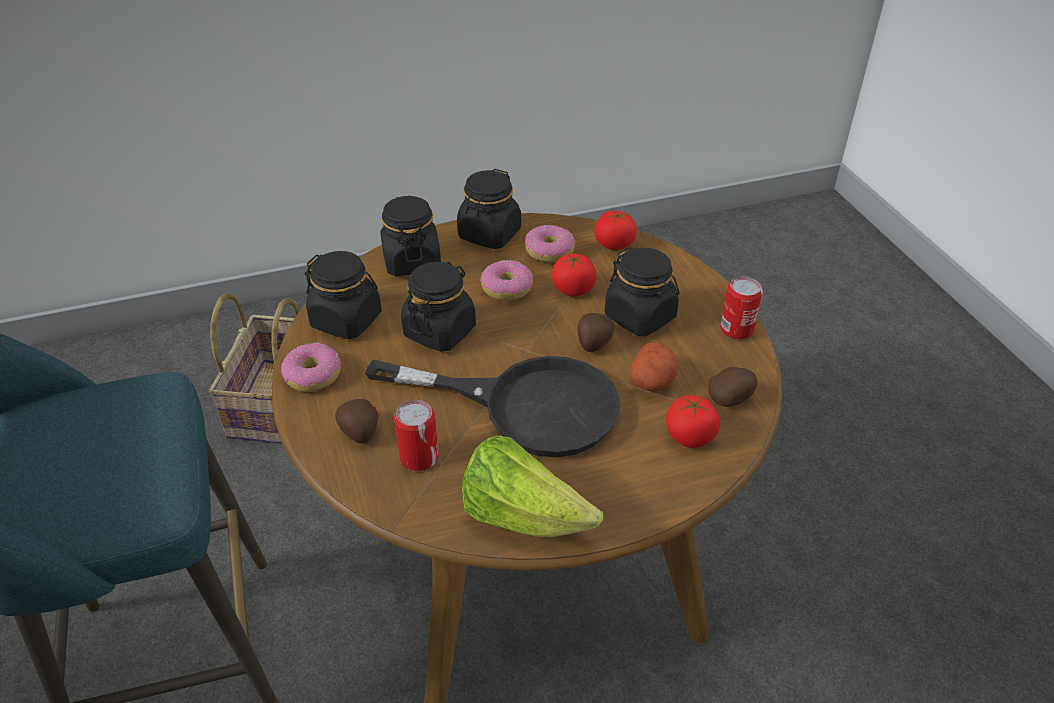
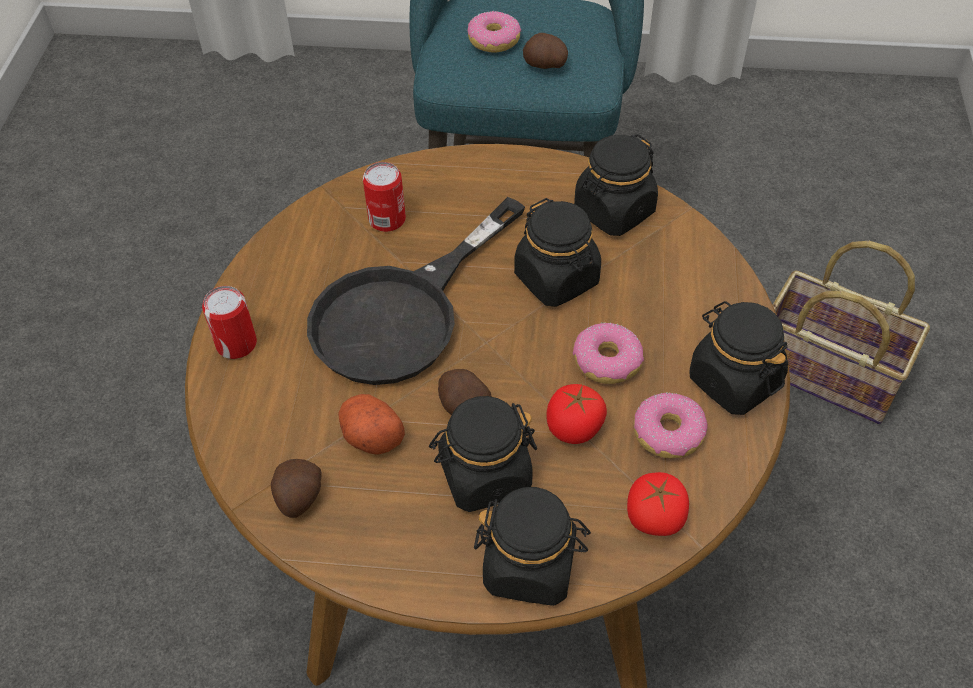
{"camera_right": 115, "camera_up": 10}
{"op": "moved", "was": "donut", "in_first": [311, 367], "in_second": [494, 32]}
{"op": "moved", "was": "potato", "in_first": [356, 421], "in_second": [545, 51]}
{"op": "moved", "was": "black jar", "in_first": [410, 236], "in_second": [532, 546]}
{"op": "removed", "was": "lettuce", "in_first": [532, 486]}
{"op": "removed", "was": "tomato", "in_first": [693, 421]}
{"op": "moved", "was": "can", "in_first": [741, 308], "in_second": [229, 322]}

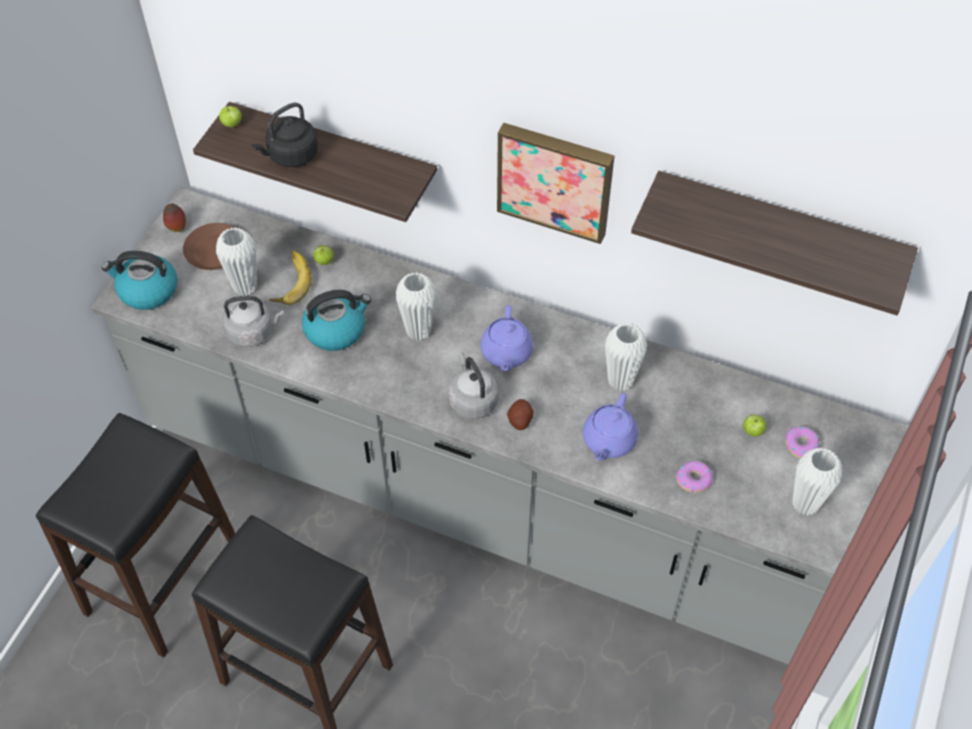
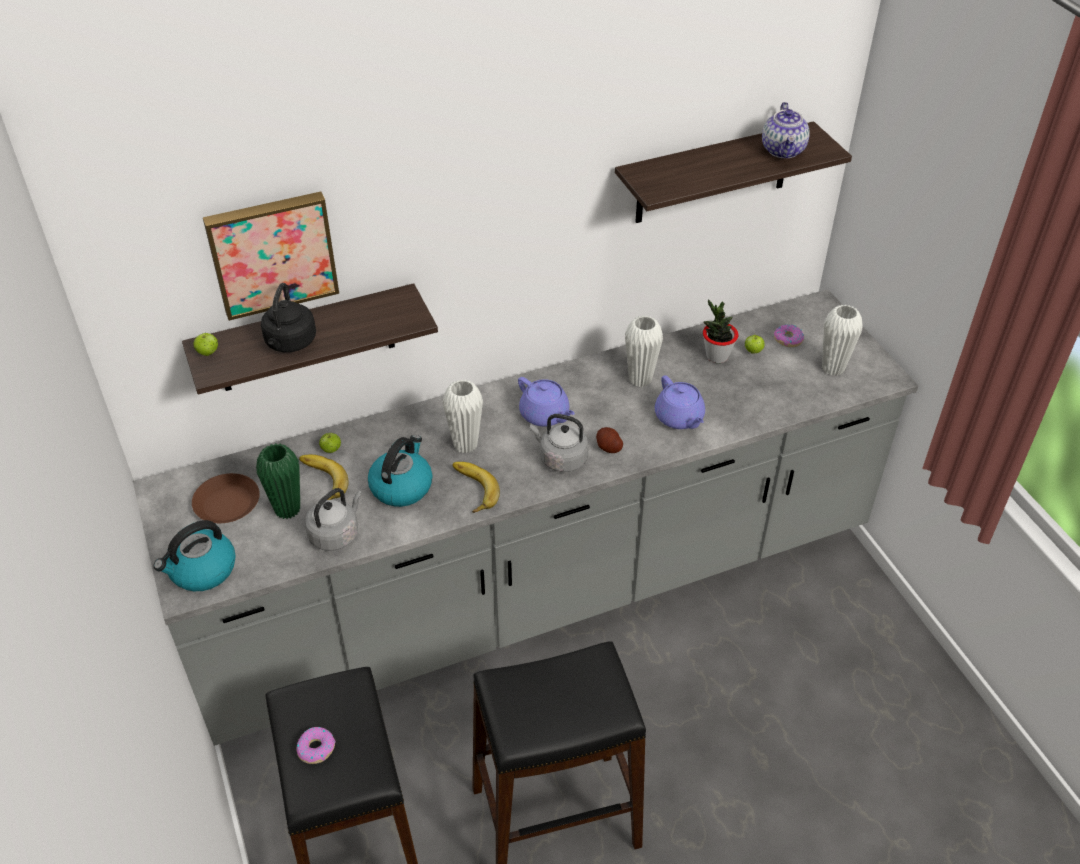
{"camera_right": -45, "camera_up": -10}
{"op": "removed", "was": "apple", "in_first": [174, 217]}
{"op": "recoloured", "was": "white vase", "now": "green vase", "in_first": [236, 261], "in_second": [278, 481]}
{"op": "moved", "was": "picture", "in_first": [556, 183], "in_second": [271, 256]}
{"op": "moved", "was": "donut", "in_first": [694, 477], "in_second": [316, 745]}
{"op": "added", "now": "banana", "in_second": [476, 487]}
{"op": "added", "now": "potted plant", "in_second": [720, 331]}
{"op": "added", "now": "teapot", "in_second": [786, 130]}

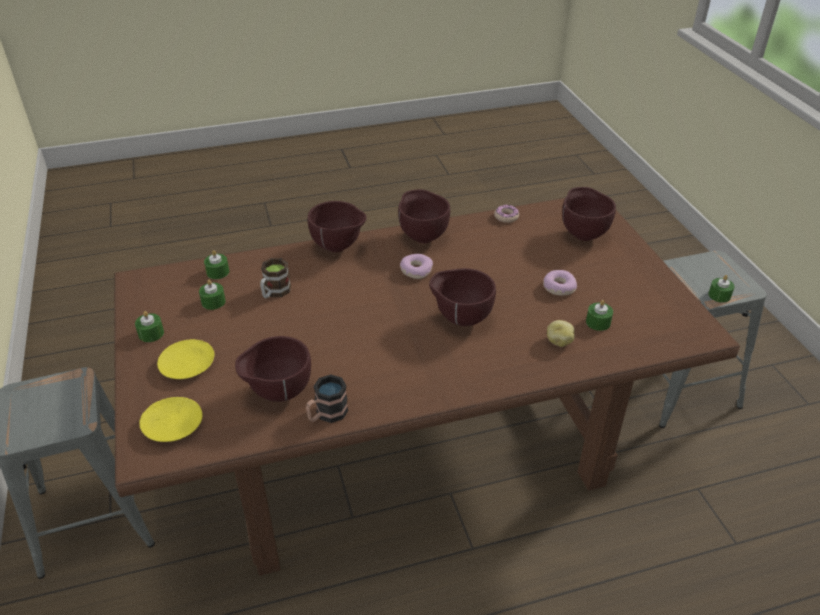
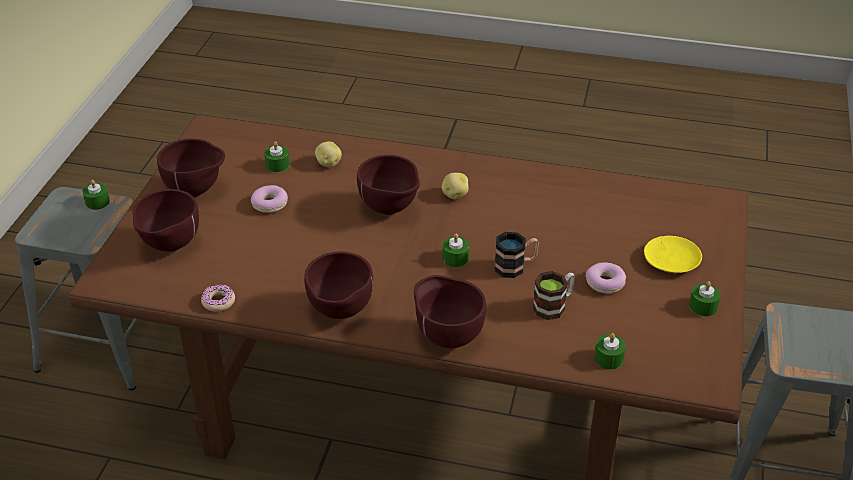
{"camera_right": -150, "camera_up": 0}
{"op": "removed", "was": "yellow plate", "in_first": [171, 419]}
{"op": "moved", "was": "green candle", "in_first": [212, 295], "in_second": [455, 250]}
{"op": "moved", "was": "brown bowl", "in_first": [273, 369], "in_second": [191, 167]}
{"op": "moved", "was": "mug", "in_first": [327, 398], "in_second": [516, 255]}
{"op": "moved", "was": "donut", "in_first": [416, 266], "in_second": [605, 278]}
{"op": "added", "now": "potato", "in_second": [455, 186]}

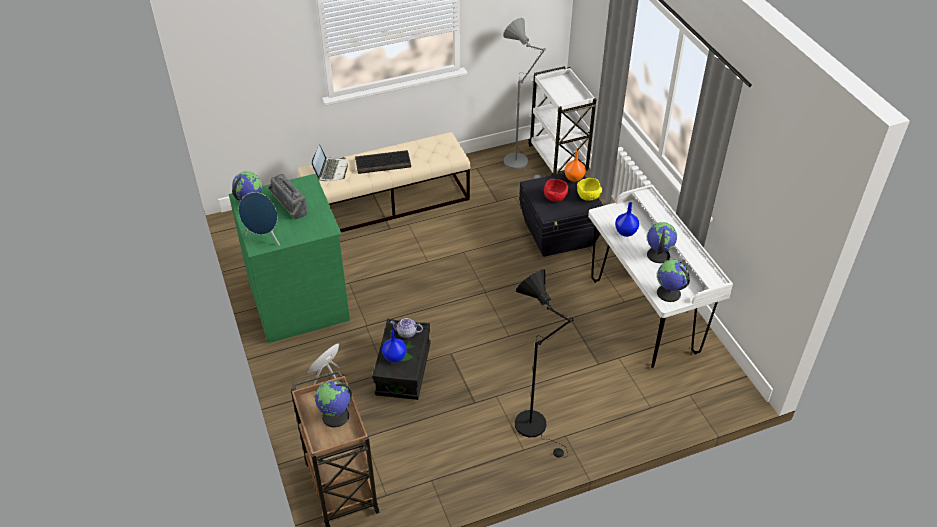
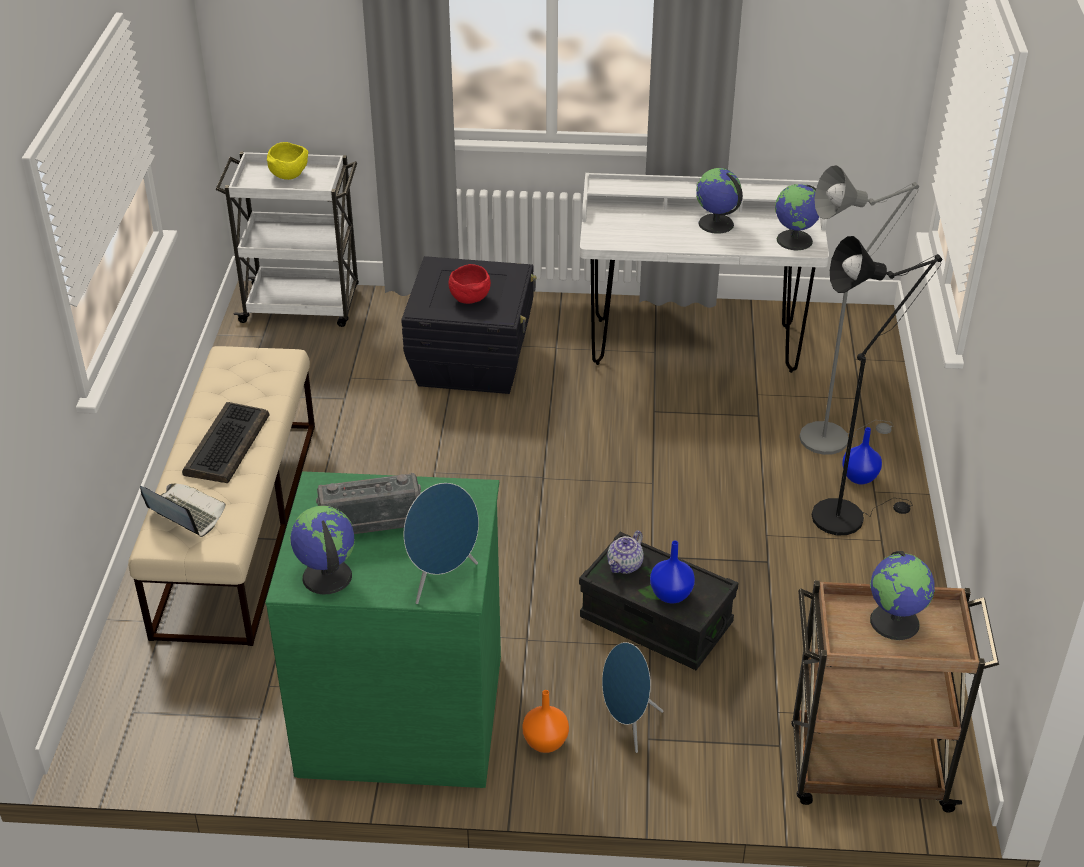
{"camera_right": -65, "camera_up": -5}
{"op": "moved", "was": "grey floor lamp", "in_first": [524, 98], "in_second": [859, 310]}
{"op": "moved", "was": "orange vase", "in_first": [575, 166], "in_second": [545, 721]}
{"op": "moved", "was": "yellow bowl", "in_first": [589, 189], "in_second": [287, 161]}
{"op": "moved", "was": "blue vase", "in_first": [627, 219], "in_second": [862, 455]}

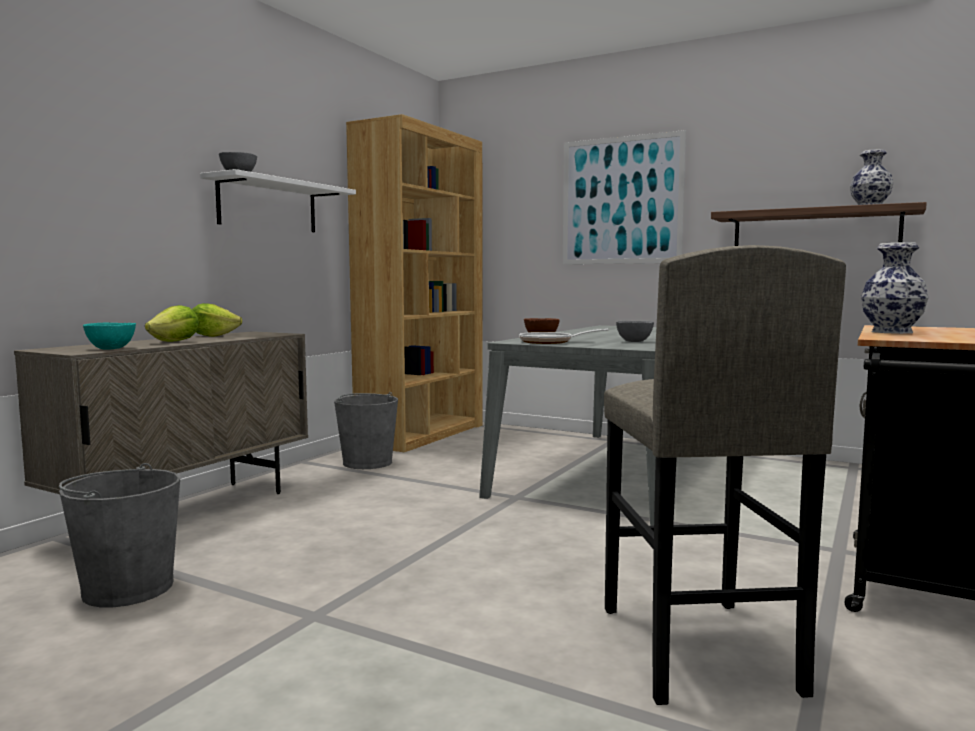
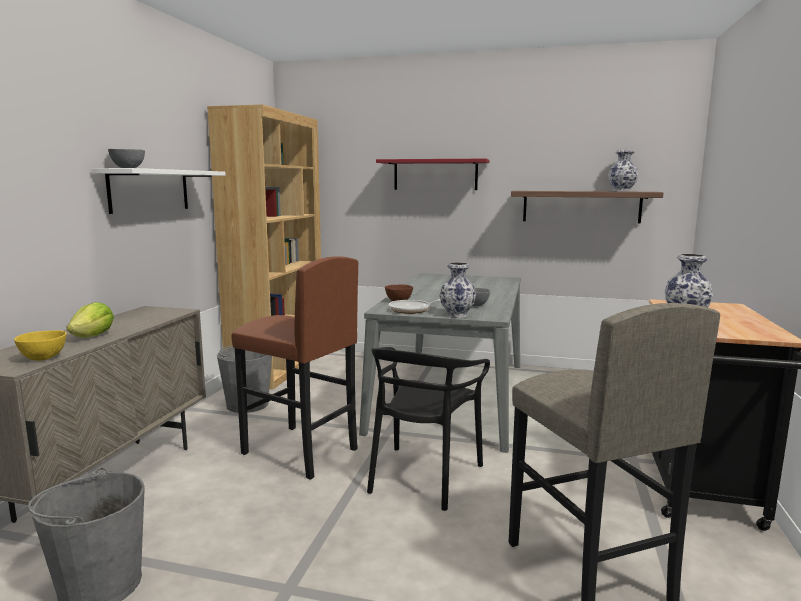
{"camera_right": -15, "camera_up": 5}
{"op": "recoloured", "was": "turquoise bowl", "now": "yellow bowl", "in_first": [109, 336], "in_second": [40, 345]}
{"op": "removed", "was": "lettuce", "in_first": [217, 320]}
{"op": "replaced", "was": "picture", "now": "red shelf", "in_first": [624, 197], "in_second": [433, 174]}
{"op": "added", "now": "brown stool", "in_second": [294, 368]}
{"op": "added", "now": "black chair", "in_second": [428, 429]}
{"op": "added", "now": "vase", "in_second": [458, 290]}

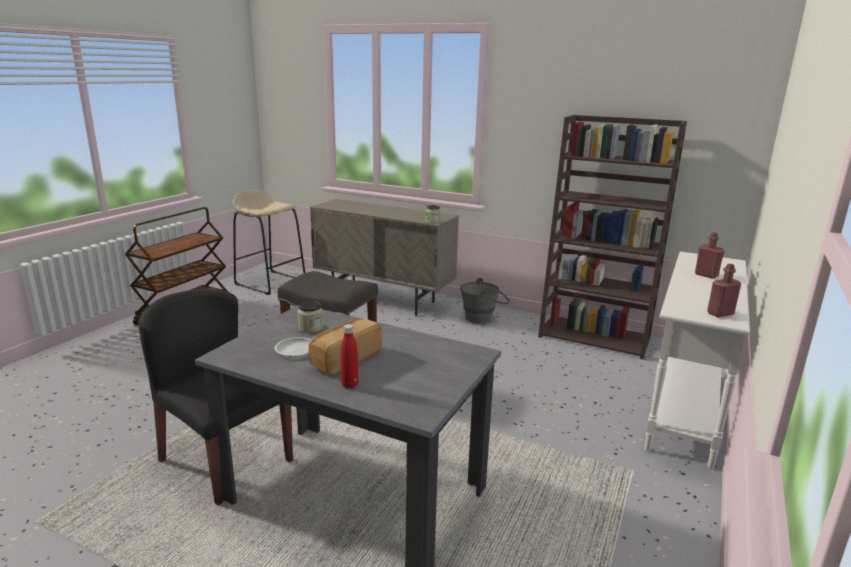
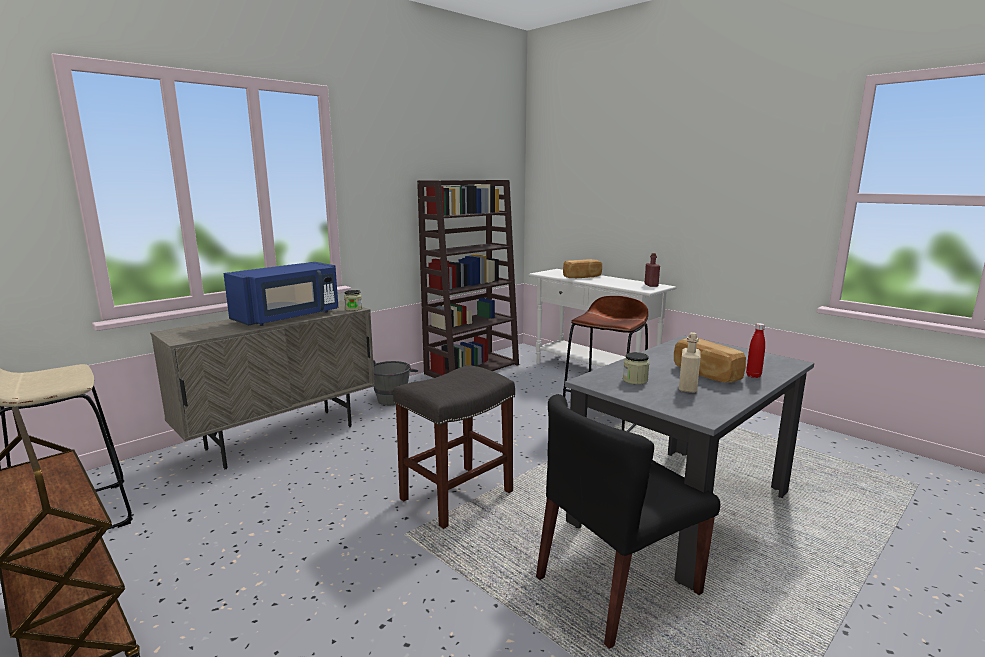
{"camera_right": -70, "camera_up": -5}
{"op": "replaced", "was": "white plate", "now": "beige bottle", "in_first": [292, 347], "in_second": [690, 362]}
{"op": "replaced", "was": "red bottle", "now": "bread", "in_first": [710, 255], "in_second": [582, 268]}
{"op": "added", "now": "blue microwave", "in_second": [281, 294]}
{"op": "added", "now": "brown stool", "in_second": [606, 364]}

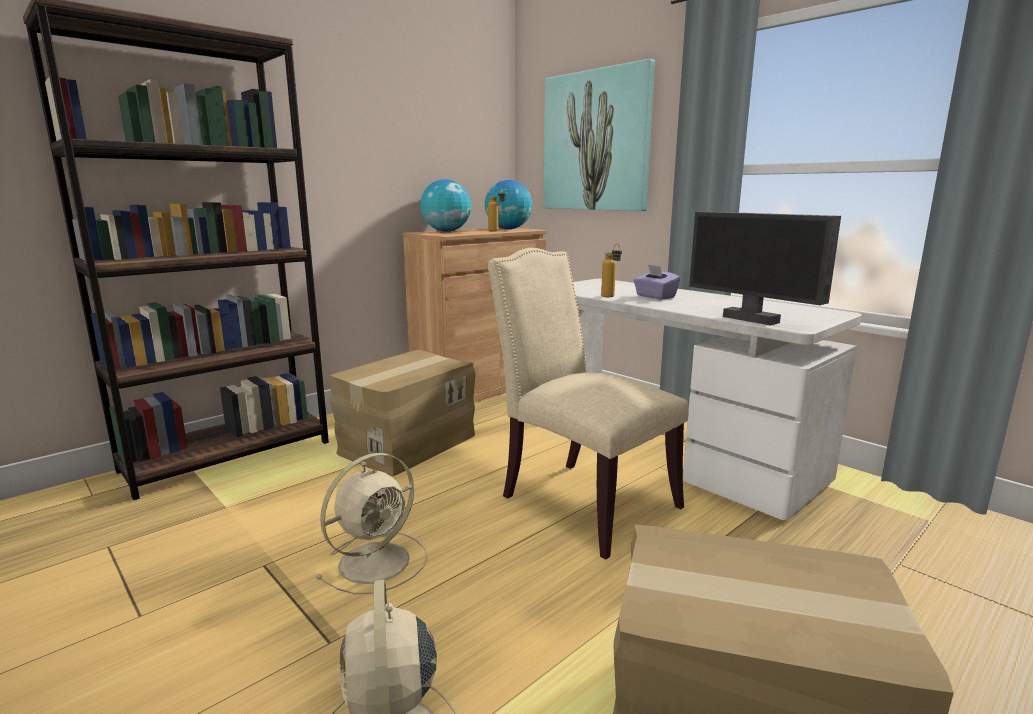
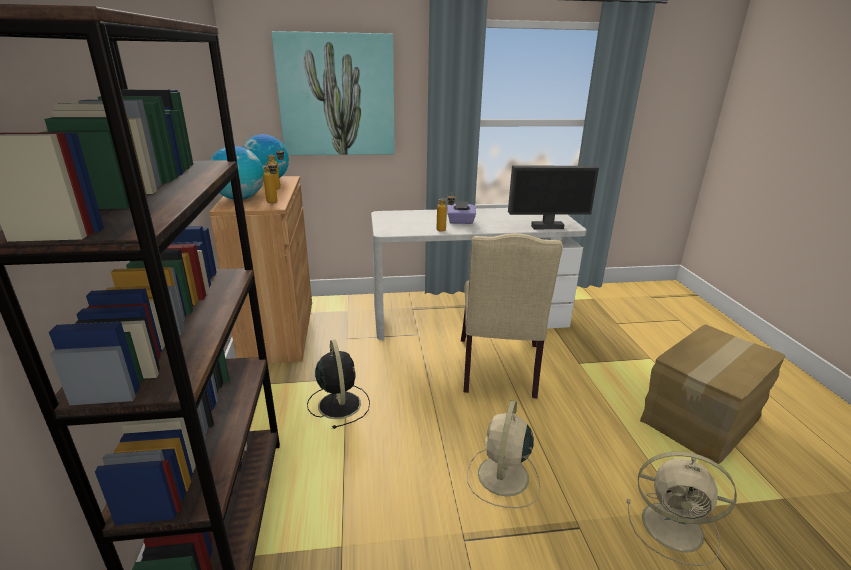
{"camera_right": -55, "camera_up": 10}
{"op": "turned", "was": "beige fan", "in_first": [371, 523], "in_second": [503, 454], "clockwise": -150}
{"op": "replaced", "was": "cardboard box", "now": "black fan", "in_first": [402, 413], "in_second": [338, 384]}
{"op": "turned", "was": "beige chair", "in_first": [588, 404], "in_second": [512, 315], "clockwise": -75}
{"op": "added", "now": "bottle", "in_second": [270, 181]}

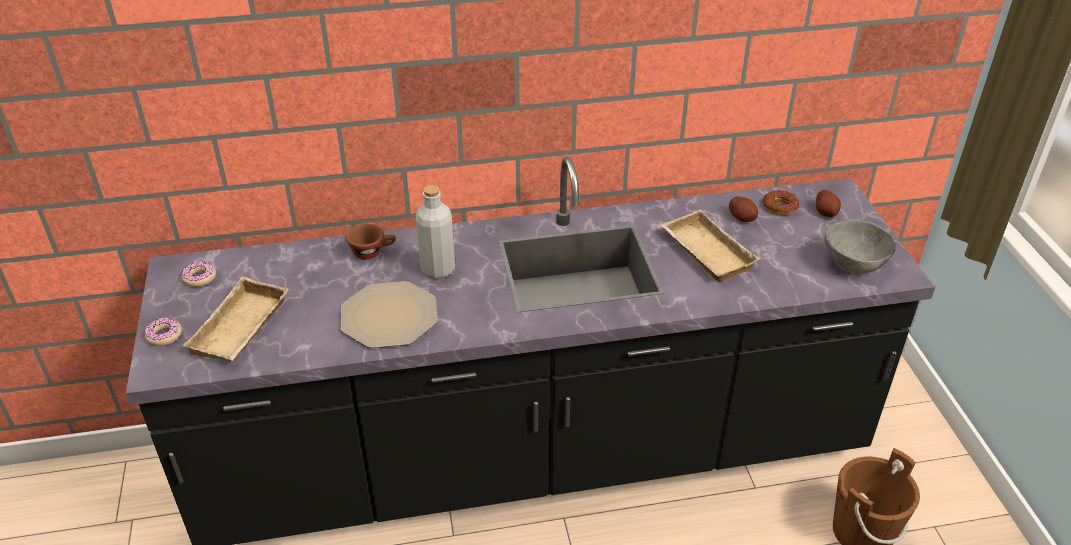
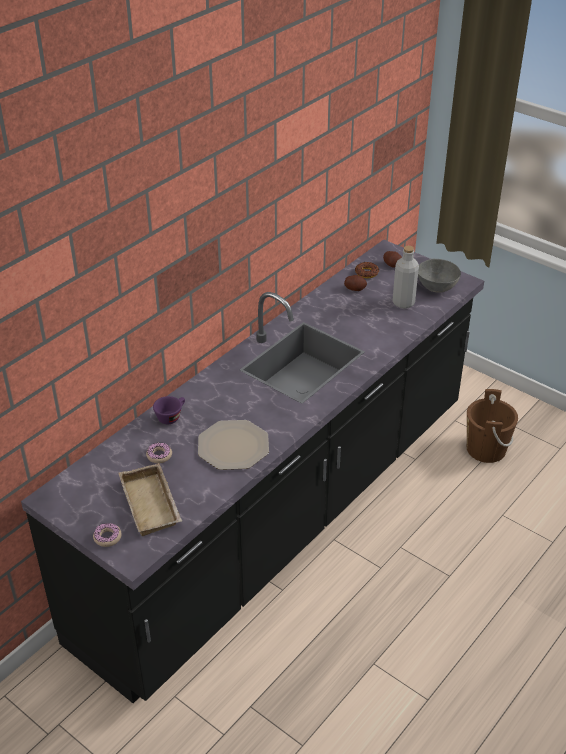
{"camera_right": -40, "camera_up": 0}
{"op": "moved", "was": "donut", "in_first": [199, 274], "in_second": [159, 453]}
{"op": "recoloured", "was": "brown cup", "now": "purple cup", "in_first": [371, 241], "in_second": [169, 410]}
{"op": "moved", "was": "grey bottle", "in_first": [435, 232], "in_second": [405, 277]}
{"op": "removed", "was": "beige tray", "in_first": [710, 245]}

